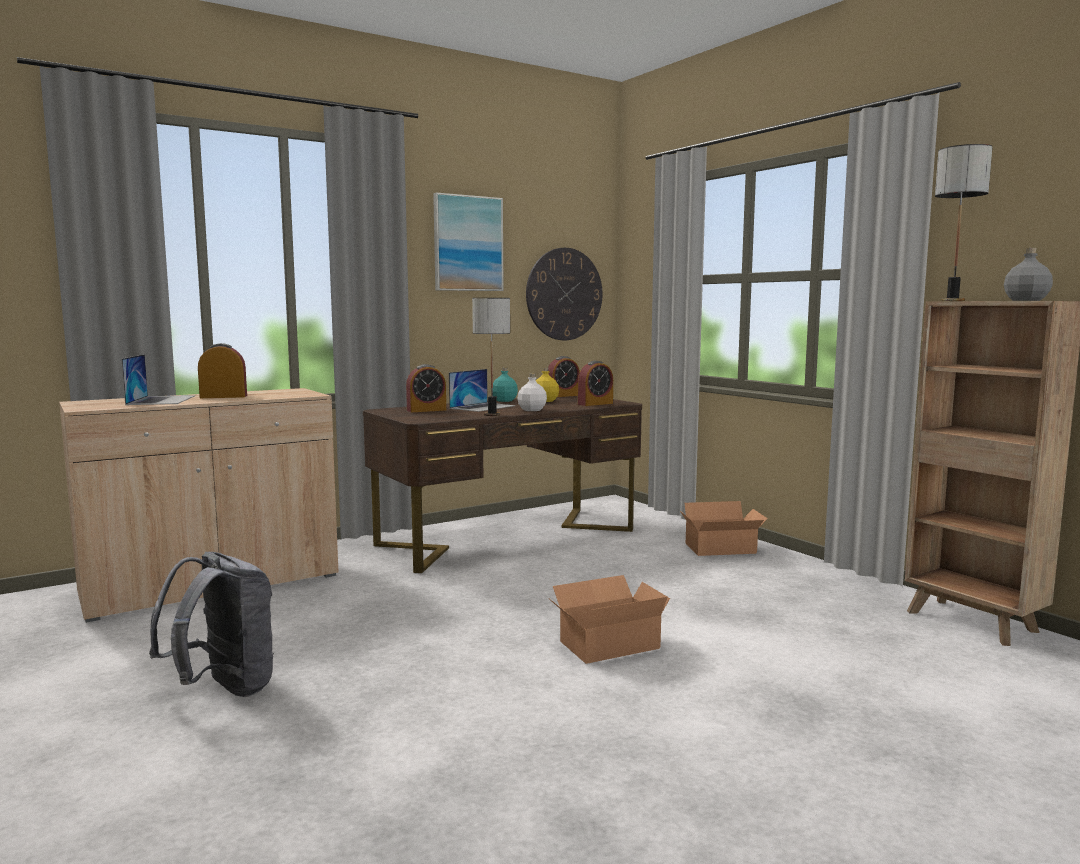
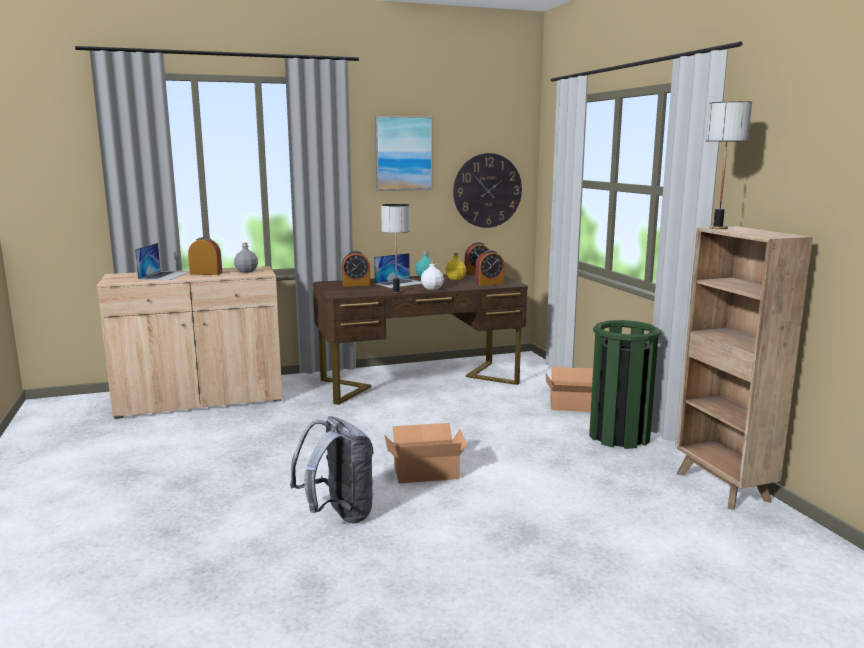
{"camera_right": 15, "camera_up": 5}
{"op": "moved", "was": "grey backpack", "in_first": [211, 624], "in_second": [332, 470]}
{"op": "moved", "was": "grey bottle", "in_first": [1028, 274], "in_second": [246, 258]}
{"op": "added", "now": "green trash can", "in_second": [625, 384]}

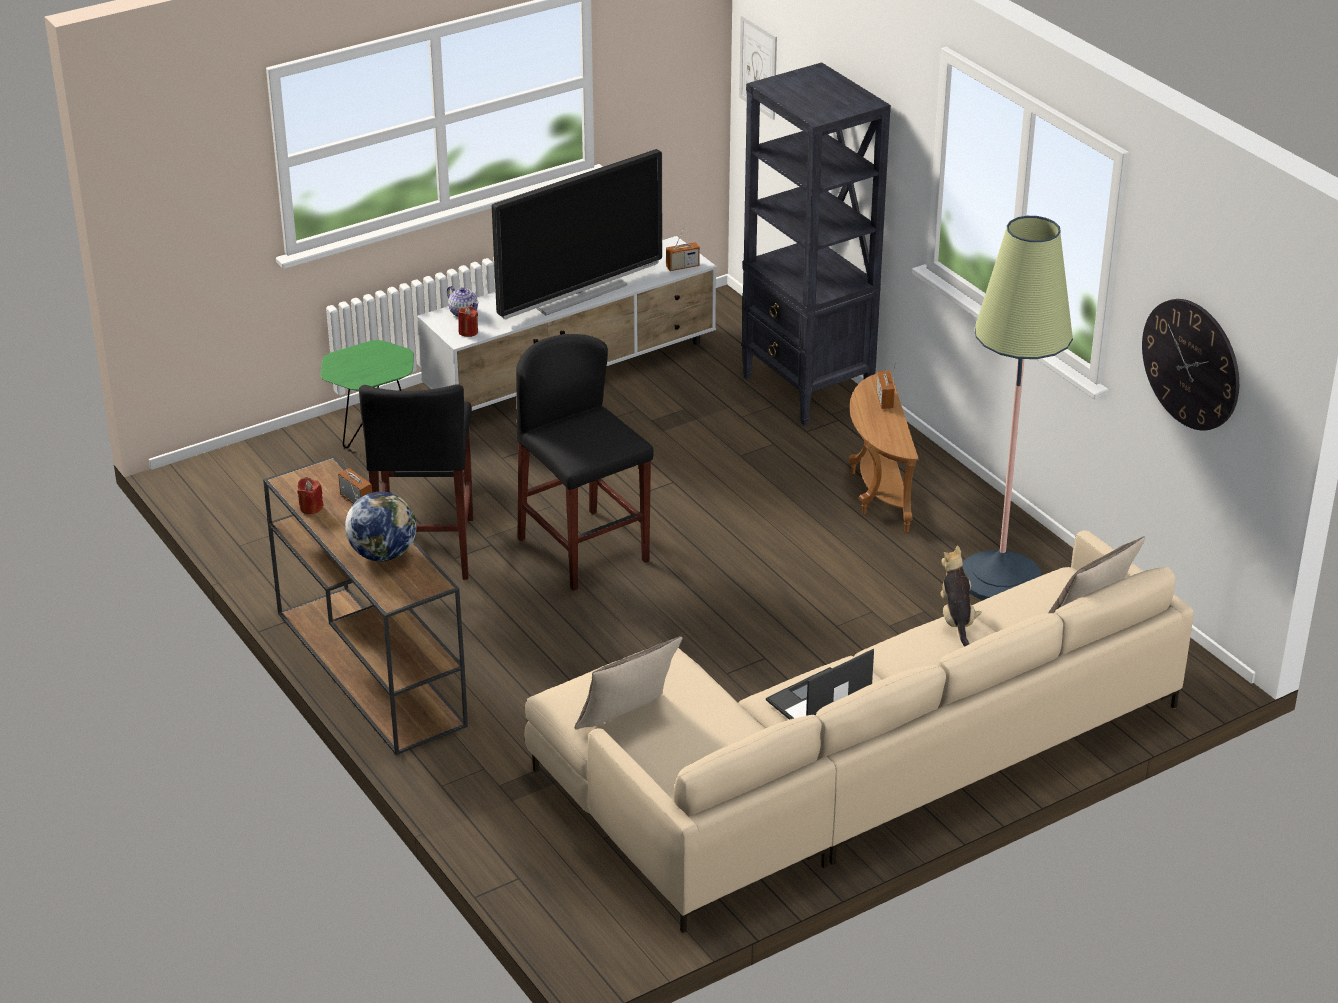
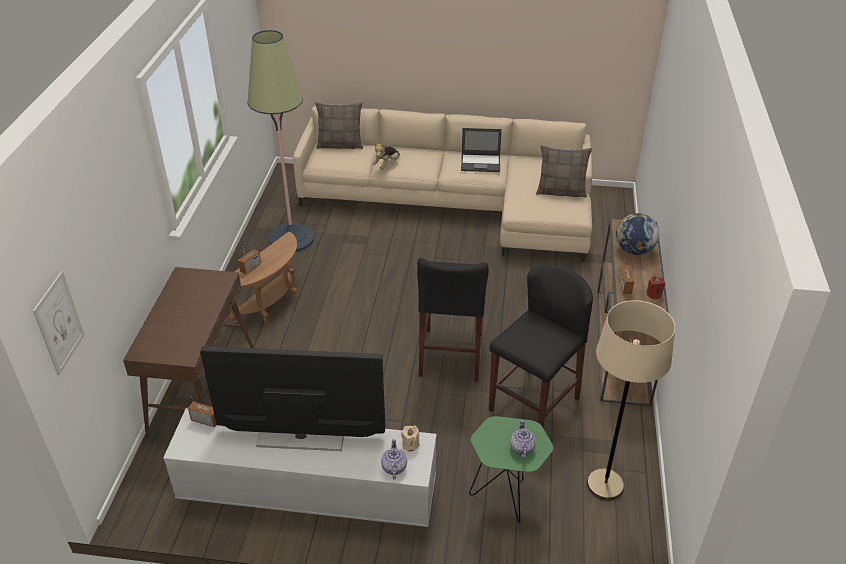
{"camera_right": -140, "camera_up": 5}
{"op": "recoloured", "was": "red candle", "now": "beige candle", "in_first": [468, 321], "in_second": [410, 438]}
{"op": "replaced", "was": "black bookcase", "now": "brown console table", "in_first": [816, 243], "in_second": [188, 352]}
{"op": "removed", "was": "wall clock", "in_first": [1190, 364]}
{"op": "added", "now": "teapot", "in_second": [523, 439]}
{"op": "added", "now": "beige floor lamp", "in_second": [631, 400]}

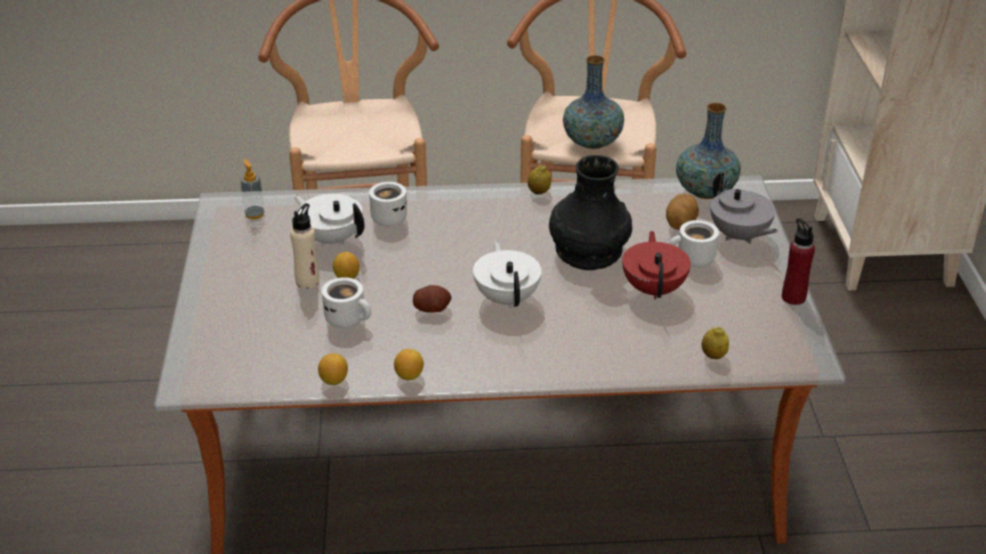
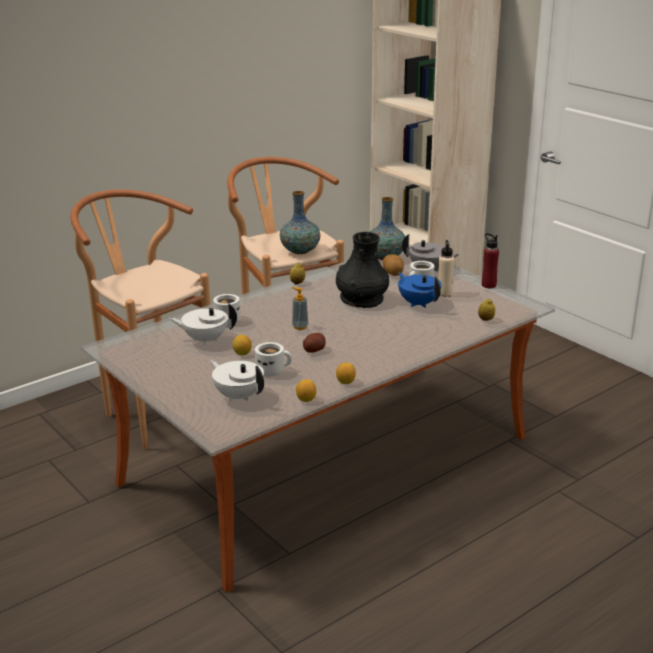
{"camera_right": -35, "camera_up": -10}
{"op": "moved", "was": "soap dispenser", "in_first": [253, 189], "in_second": [300, 308]}
{"op": "moved", "was": "beige bottle", "in_first": [304, 246], "in_second": [446, 268]}
{"op": "moved", "was": "white teapot", "in_first": [507, 274], "in_second": [237, 380]}
{"op": "recoloured", "was": "red teapot", "now": "blue teapot", "in_first": [656, 265], "in_second": [420, 290]}

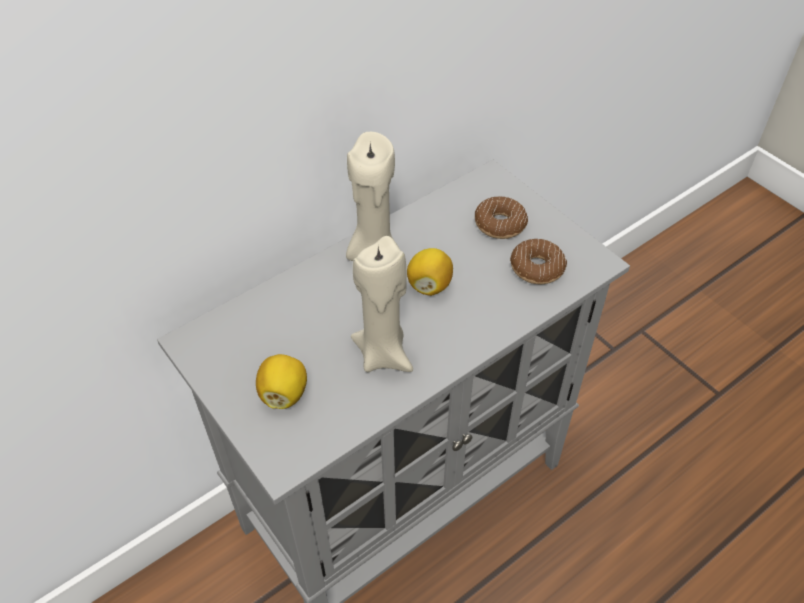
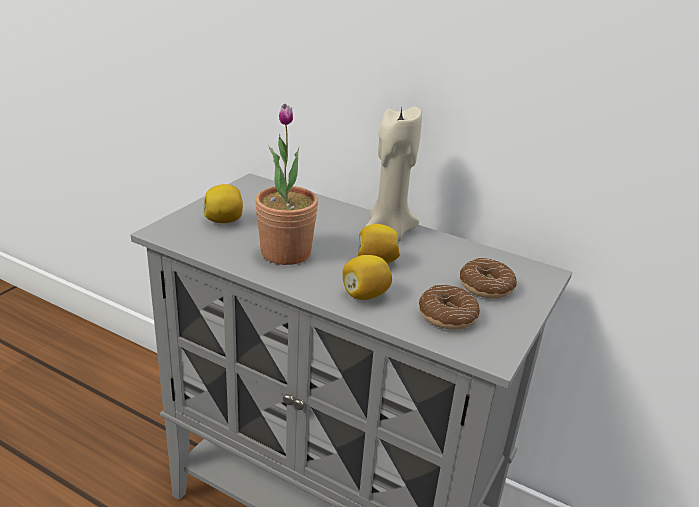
{"camera_right": 65, "camera_up": -20}
{"op": "replaced", "was": "beige candle", "now": "potted plant", "in_first": [382, 304], "in_second": [286, 184]}
{"op": "added", "now": "lemon", "in_second": [367, 277]}

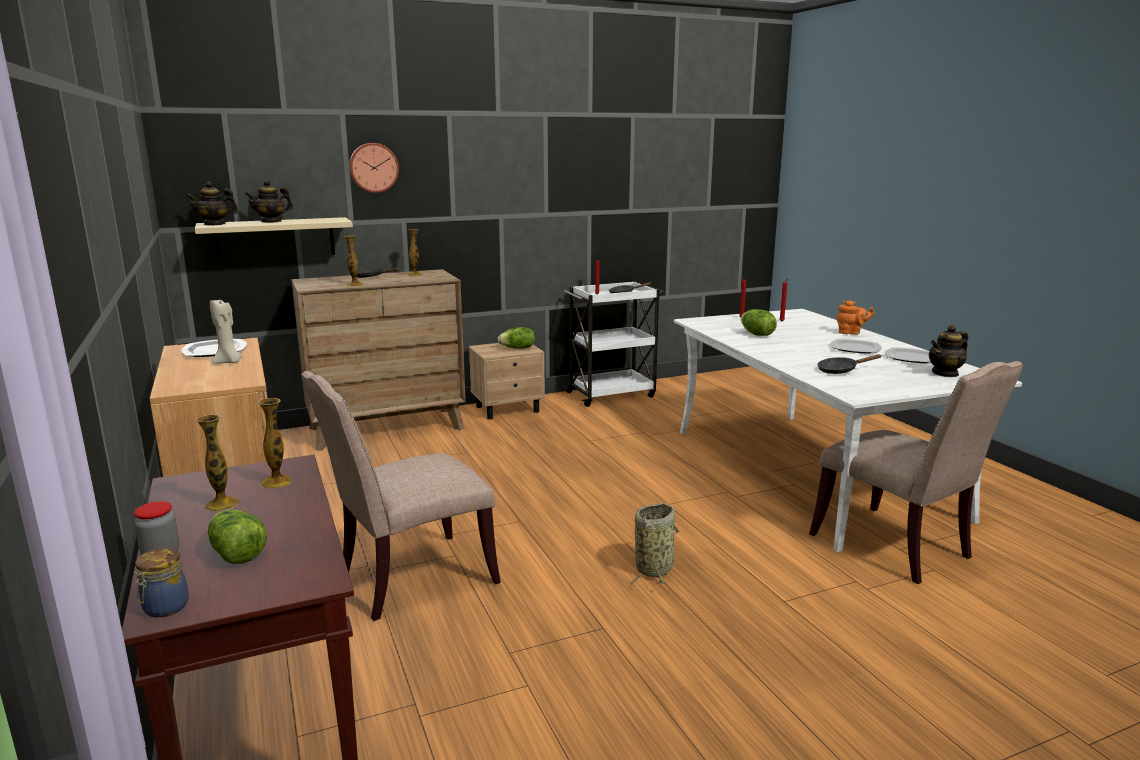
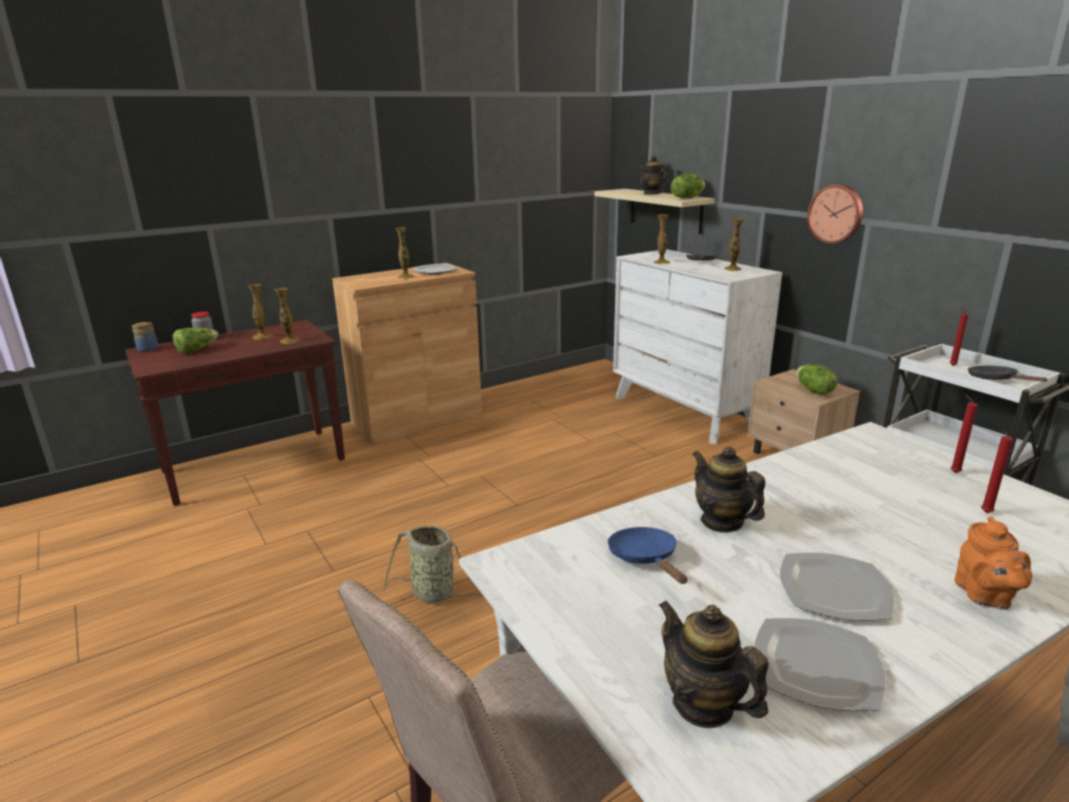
{"camera_right": 80, "camera_up": 5}
{"op": "moved", "was": "teapot", "in_first": [212, 204], "in_second": [728, 489]}
{"op": "replaced", "was": "beige candle", "now": "vase", "in_first": [226, 332], "in_second": [405, 253]}
{"op": "recoloured", "was": "brown dresser", "now": "white dresser", "in_first": [378, 360], "in_second": [697, 346]}
{"op": "removed", "was": "beige chair", "in_first": [401, 496]}
{"op": "moved", "was": "wall clock", "in_first": [374, 168], "in_second": [835, 214]}
{"op": "moved", "was": "lettuce", "in_first": [759, 322], "in_second": [688, 185]}
{"op": "recoloured", "was": "black frying pan", "now": "blue frying pan", "in_first": [849, 364], "in_second": [647, 555]}

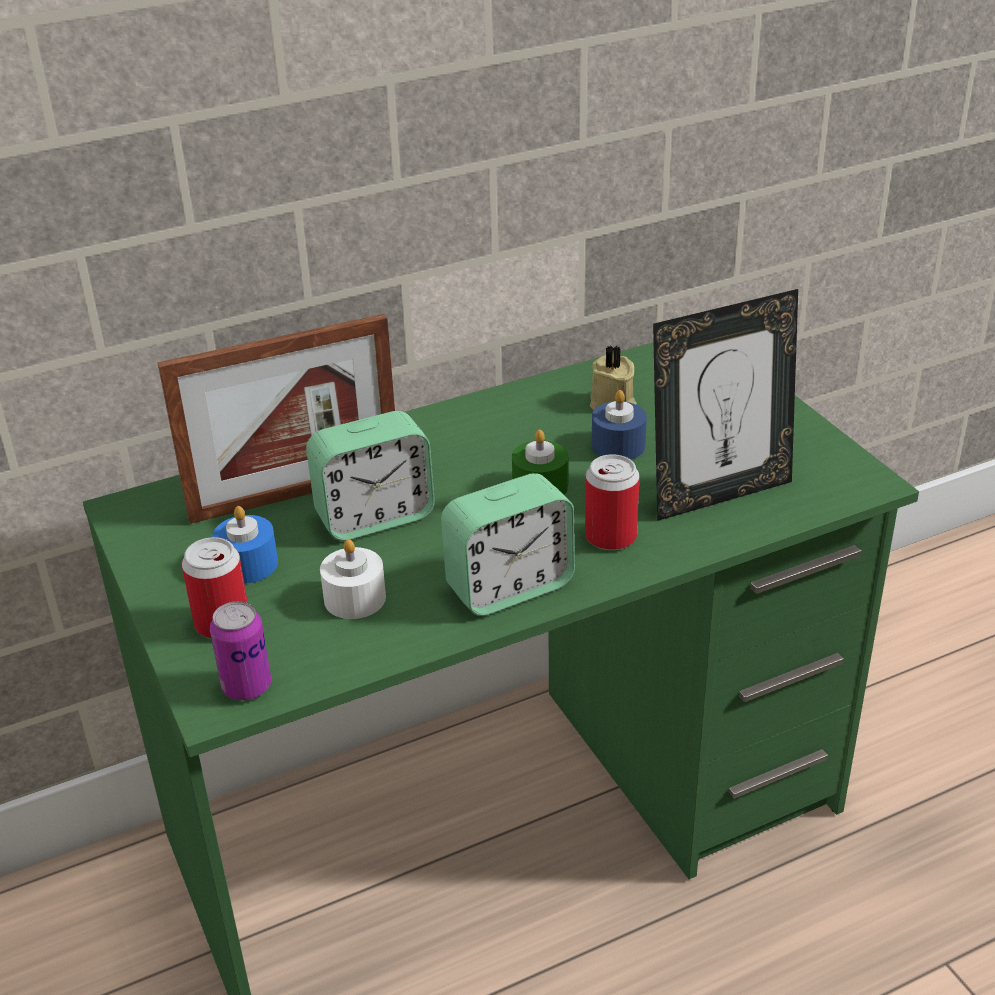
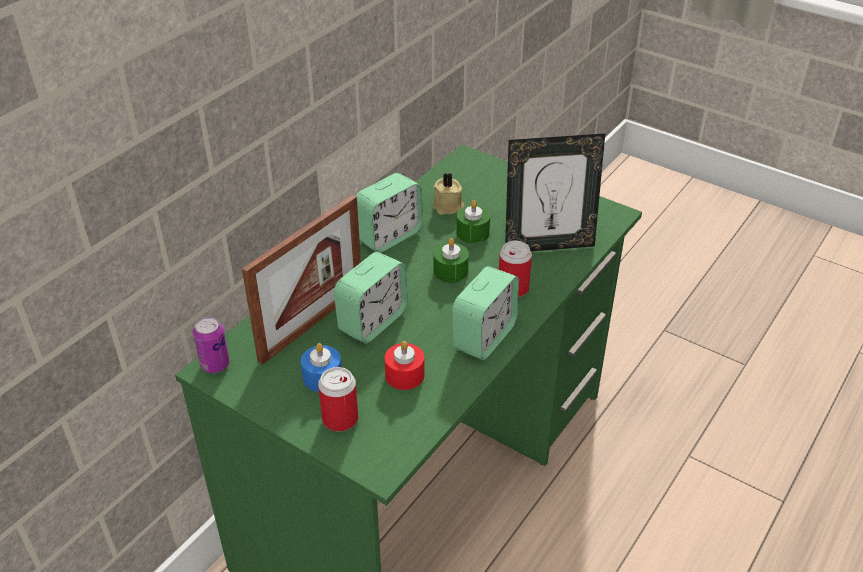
{"camera_right": -30, "camera_up": 5}
{"op": "moved", "was": "can", "in_first": [240, 650], "in_second": [211, 345]}
{"op": "recoloured", "was": "white candle", "now": "red candle", "in_first": [353, 579], "in_second": [404, 365]}
{"op": "recoloured", "was": "blue candle", "now": "green candle", "in_first": [619, 425], "in_second": [473, 221]}
{"op": "turned", "was": "picture frame", "in_first": [725, 405], "in_second": [555, 192], "clockwise": 45}
{"op": "added", "now": "alarm clock", "in_second": [389, 213]}

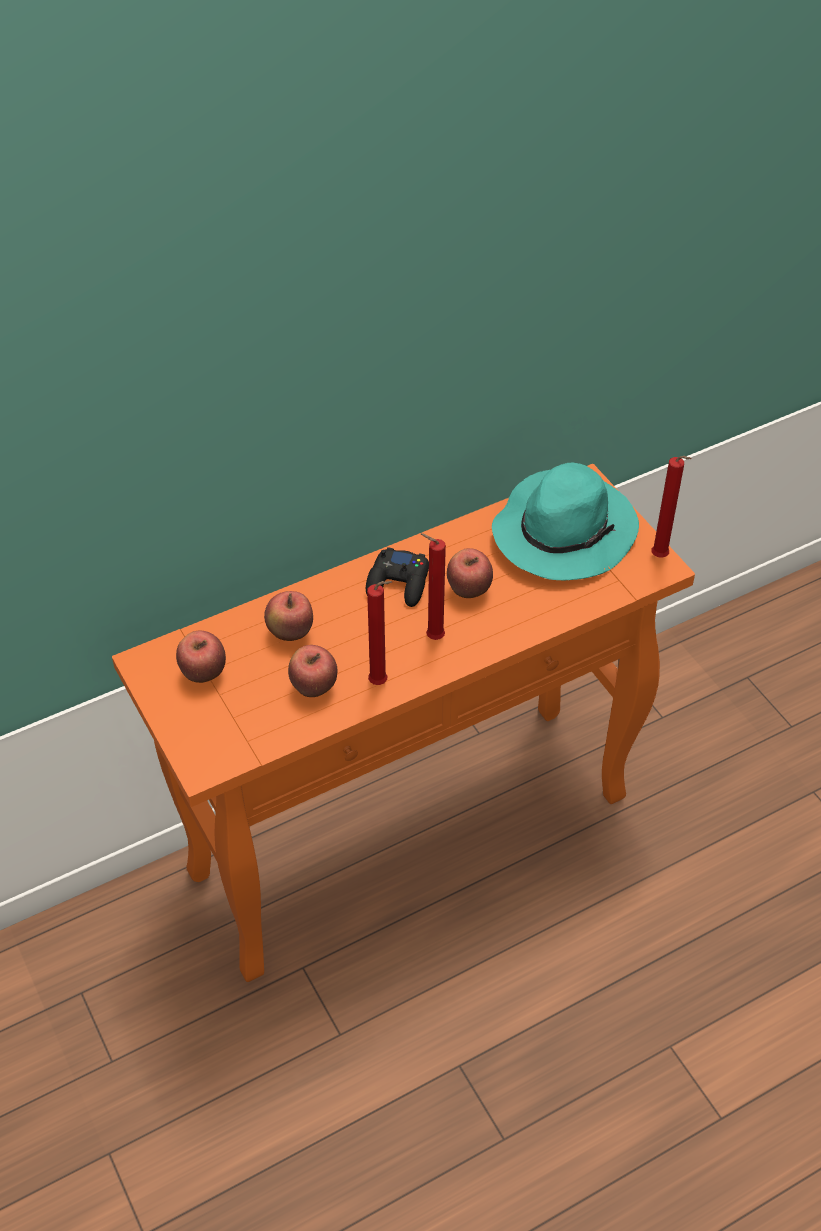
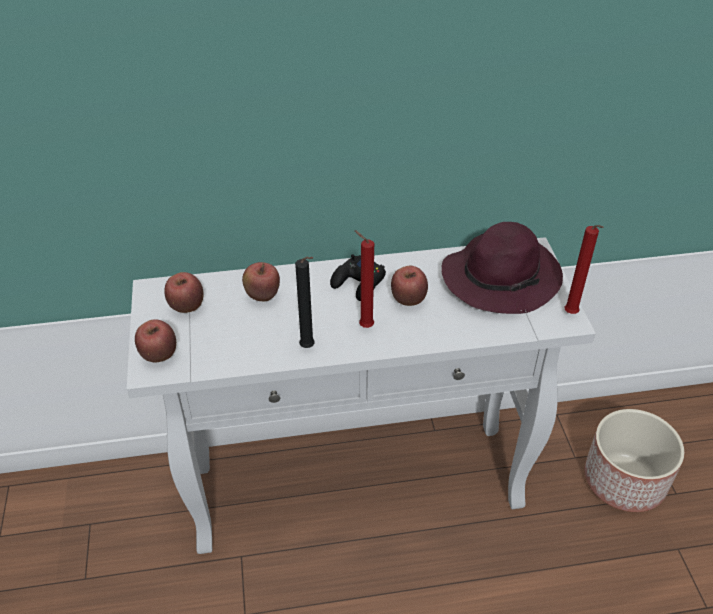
{"camera_right": 20, "camera_up": -5}
{"op": "recoloured", "was": "orange console table", "now": "white console table", "in_first": [403, 723], "in_second": [361, 395]}
{"op": "moved", "was": "apple", "in_first": [312, 671], "in_second": [155, 340]}
{"op": "recoloured", "was": "red candle", "now": "black candle", "in_first": [379, 633], "in_second": [305, 302]}
{"op": "recoloured", "was": "turquoise hat", "now": "purple hat", "in_first": [565, 521], "in_second": [502, 268]}
{"op": "added", "now": "planter", "in_second": [635, 460]}

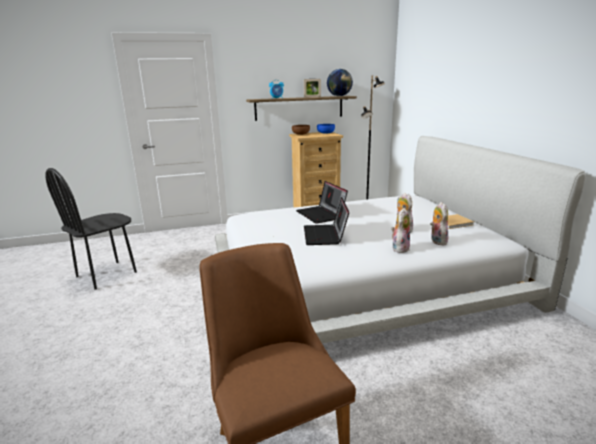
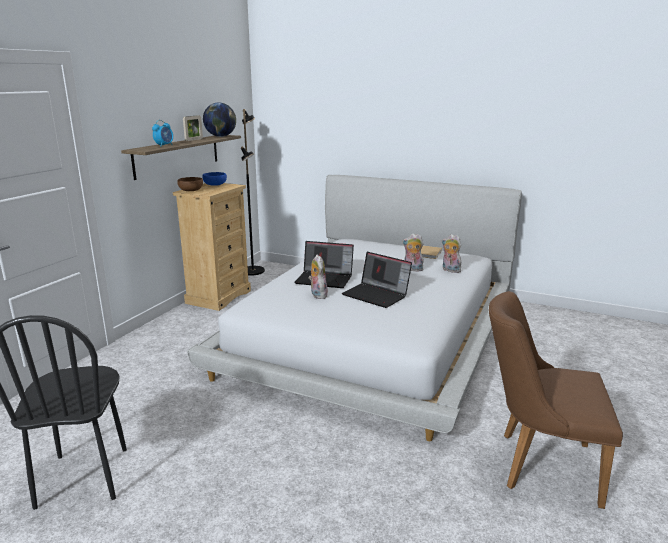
{"camera_right": -50, "camera_up": 0}
{"op": "moved", "was": "plush toy", "in_first": [400, 230], "in_second": [318, 277]}

